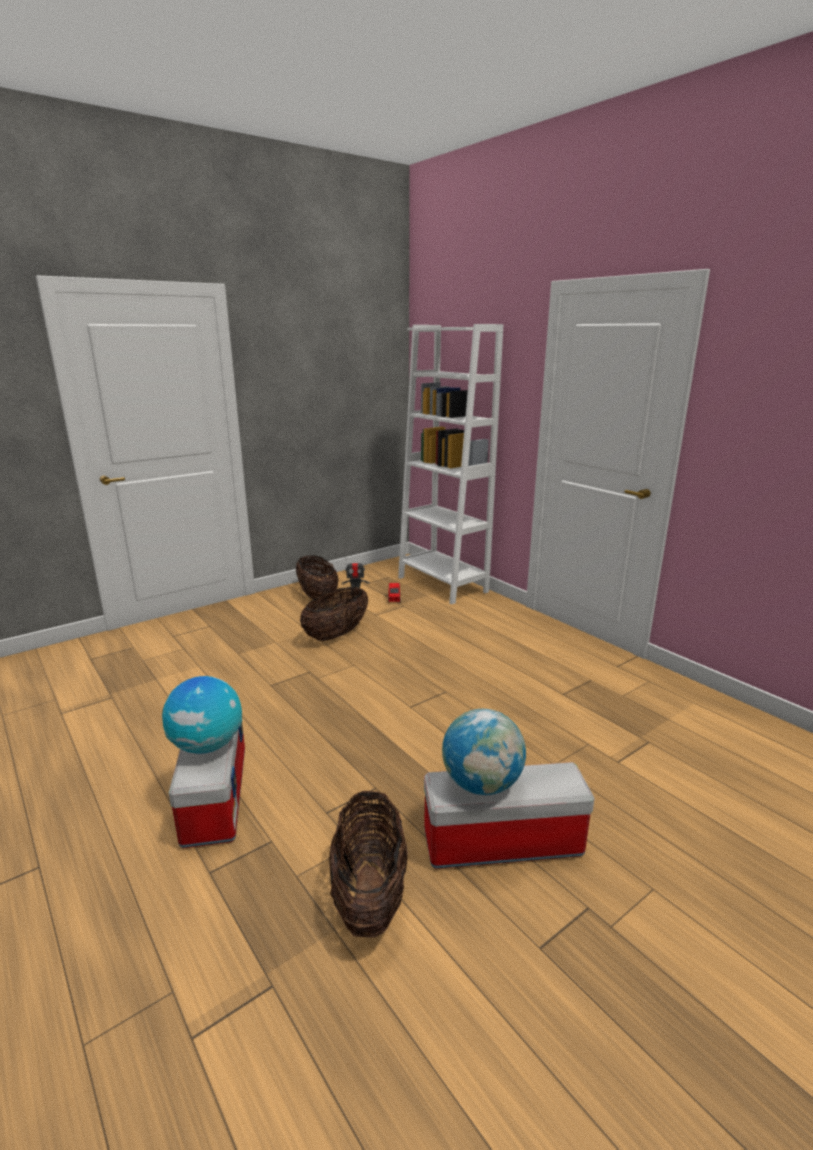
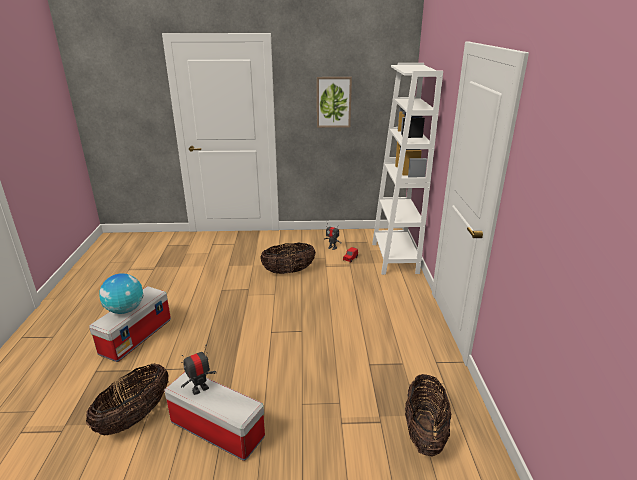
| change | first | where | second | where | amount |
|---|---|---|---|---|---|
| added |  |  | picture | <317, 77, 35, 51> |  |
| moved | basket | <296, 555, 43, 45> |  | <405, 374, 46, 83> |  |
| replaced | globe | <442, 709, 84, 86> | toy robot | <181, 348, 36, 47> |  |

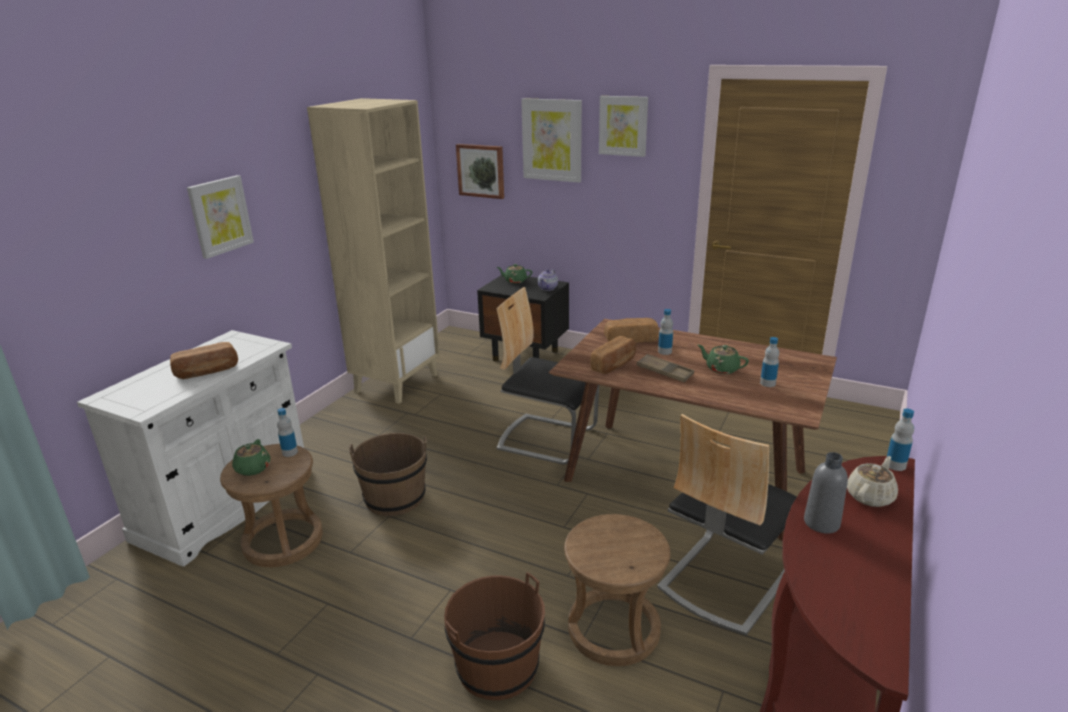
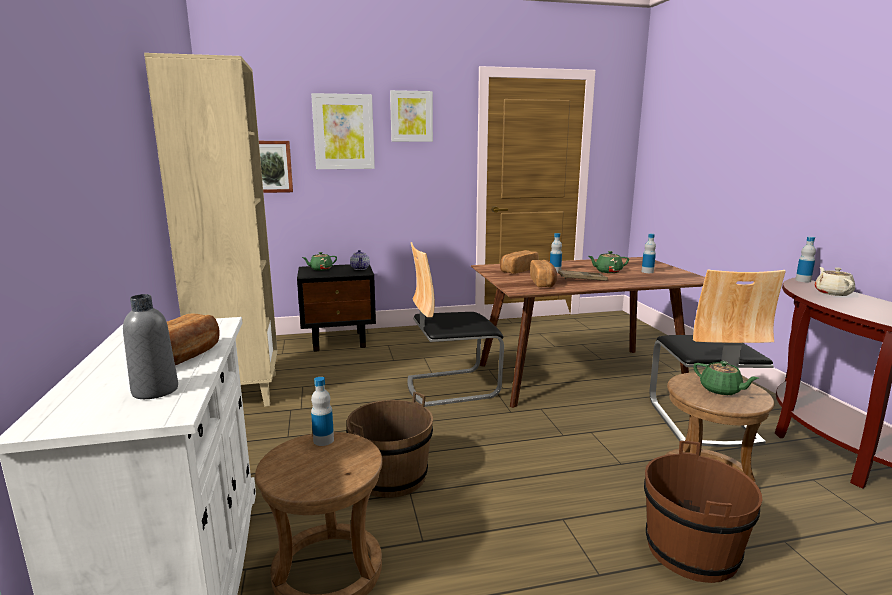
| change | first | where | second | where | amount |
|---|---|---|---|---|---|
| removed | picture | <187, 175, 67, 84> |  |  |  |
| moved | green teapot | <232, 439, 38, 37> |  | <693, 361, 66, 34> |  |
| moved | grey bottle | <804, 452, 44, 82> |  | <123, 294, 55, 105> |  |

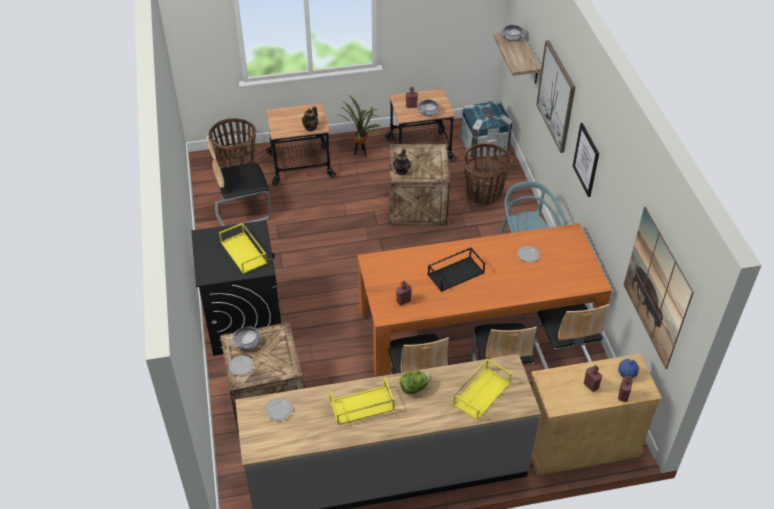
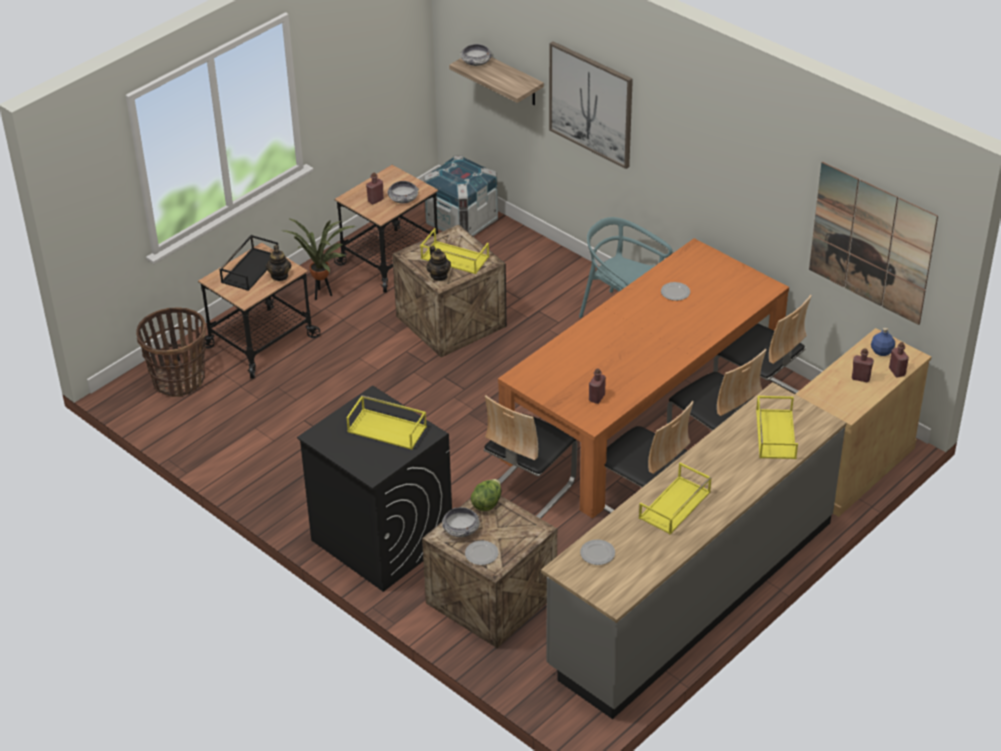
| change | first | where | second | where | amount |
|---|---|---|---|---|---|
| removed | basket | <463, 143, 48, 62> |  |  |  |
| removed | picture | <573, 123, 26, 74> |  |  |  |
| added |  |  | yellow tray | <420, 228, 69, 46> |  |
| moved | chair | <207, 135, 64, 91> |  | <484, 395, 94, 124> |  |
| moved | lettuce | <400, 371, 31, 23> |  | <471, 479, 30, 32> |  |
| moved | black tray | <428, 247, 57, 45> |  | <219, 235, 59, 56> |  |

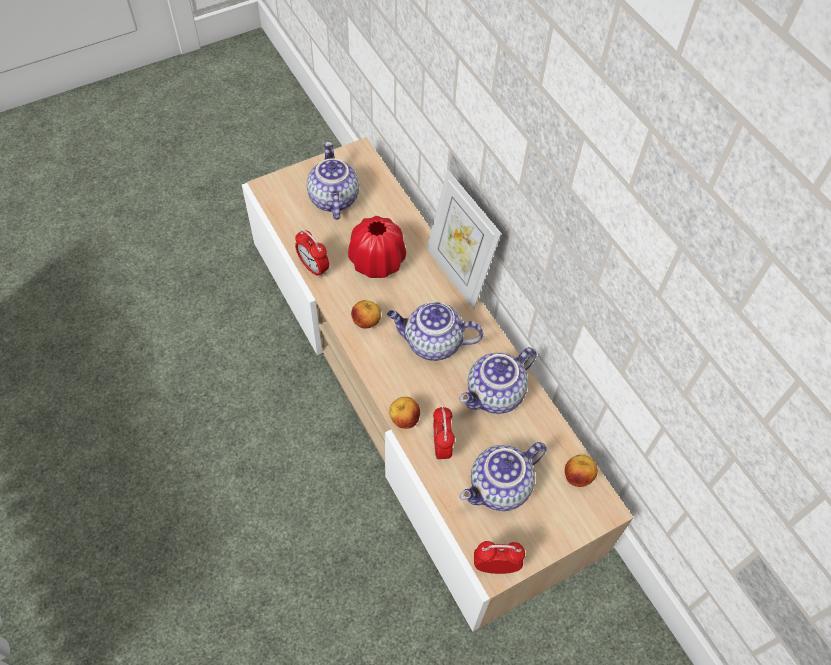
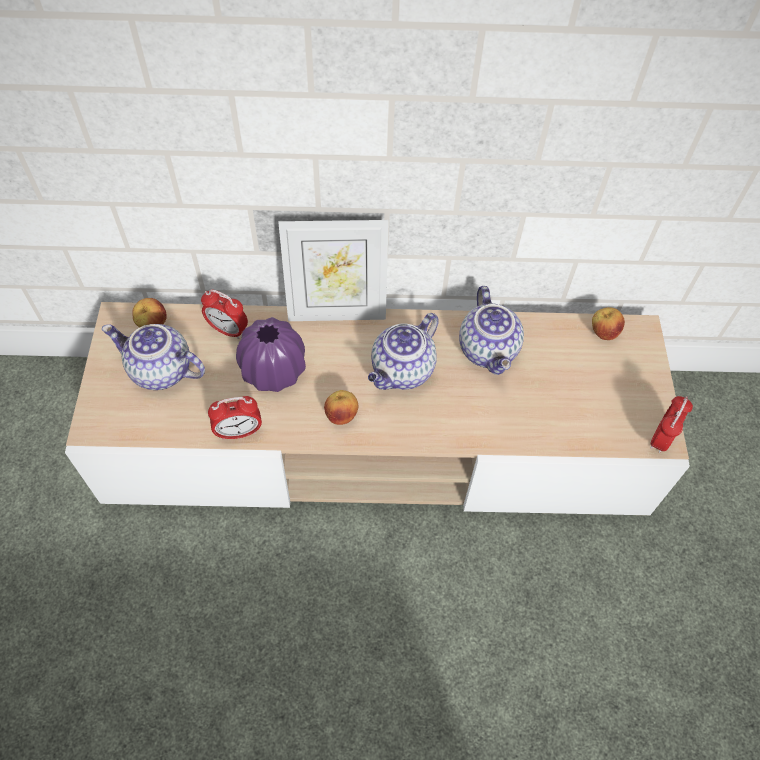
| change | first | where | second | where | amount |
|---|---|---|---|---|---|
| removed | teapot | <460, 442, 86, 69> |  |  |  |
| moved | apple | <389, 397, 31, 32> |  | <133, 298, 34, 30> |  |
| moved | alarm clock | <433, 407, 22, 53> |  | <201, 289, 47, 50> |  |
| recoloured | red vase | <348, 216, 58, 62> | purple vase | <236, 317, 70, 75> |  |

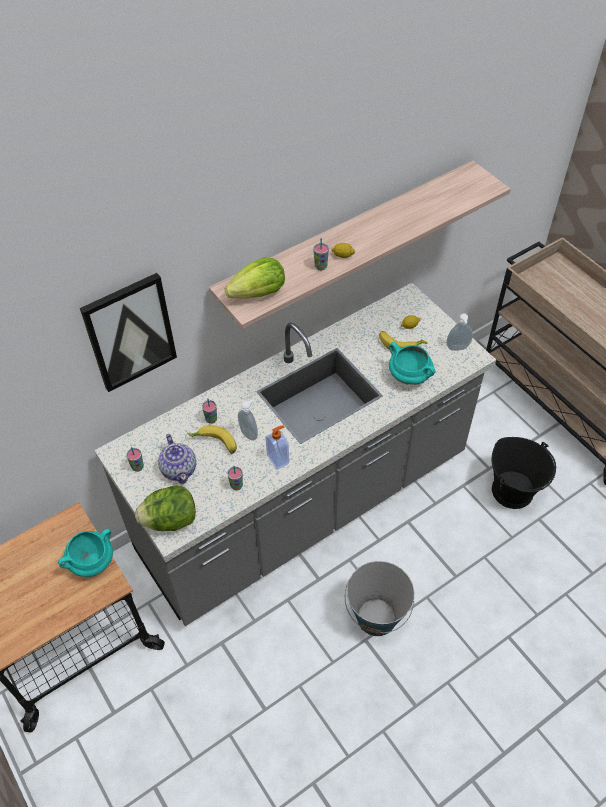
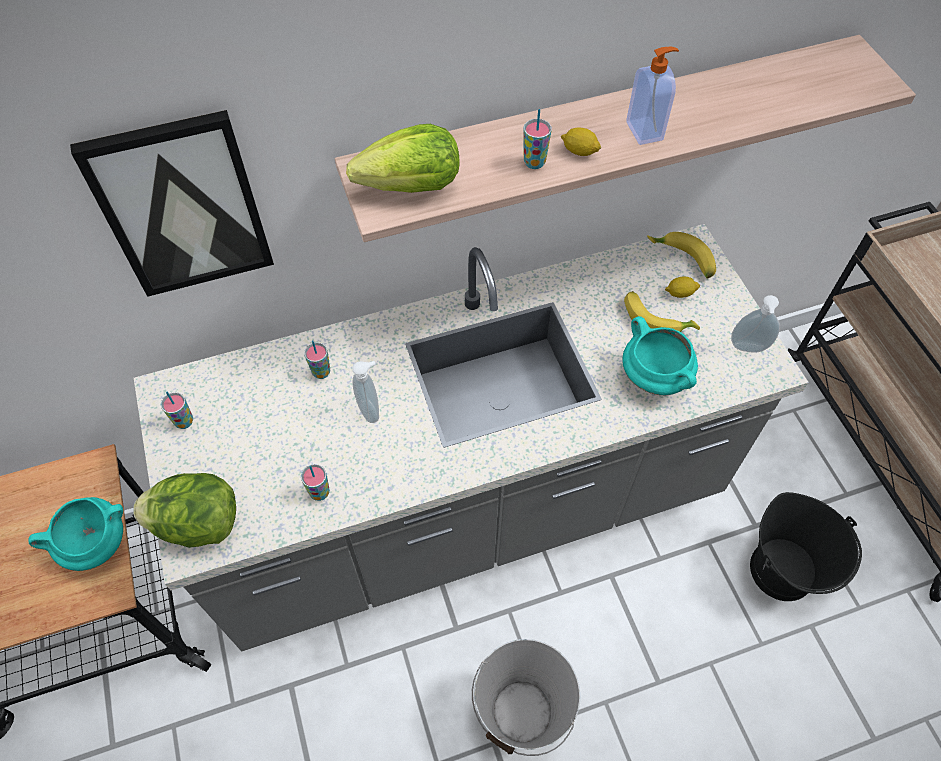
| change | first | where | second | where | amount |
|---|---|---|---|---|---|
| removed | teapot | <158, 434, 38, 50> |  |  |  |
| moved | banana | <186, 425, 51, 29> |  | <647, 232, 69, 46> |  |
| moved | soap dispenser | <265, 426, 24, 44> |  | <626, 47, 53, 98> |  |

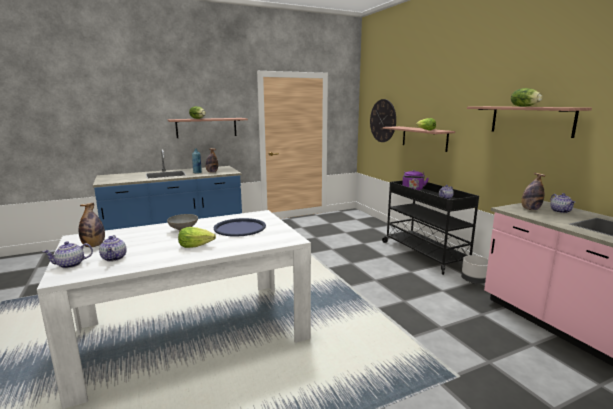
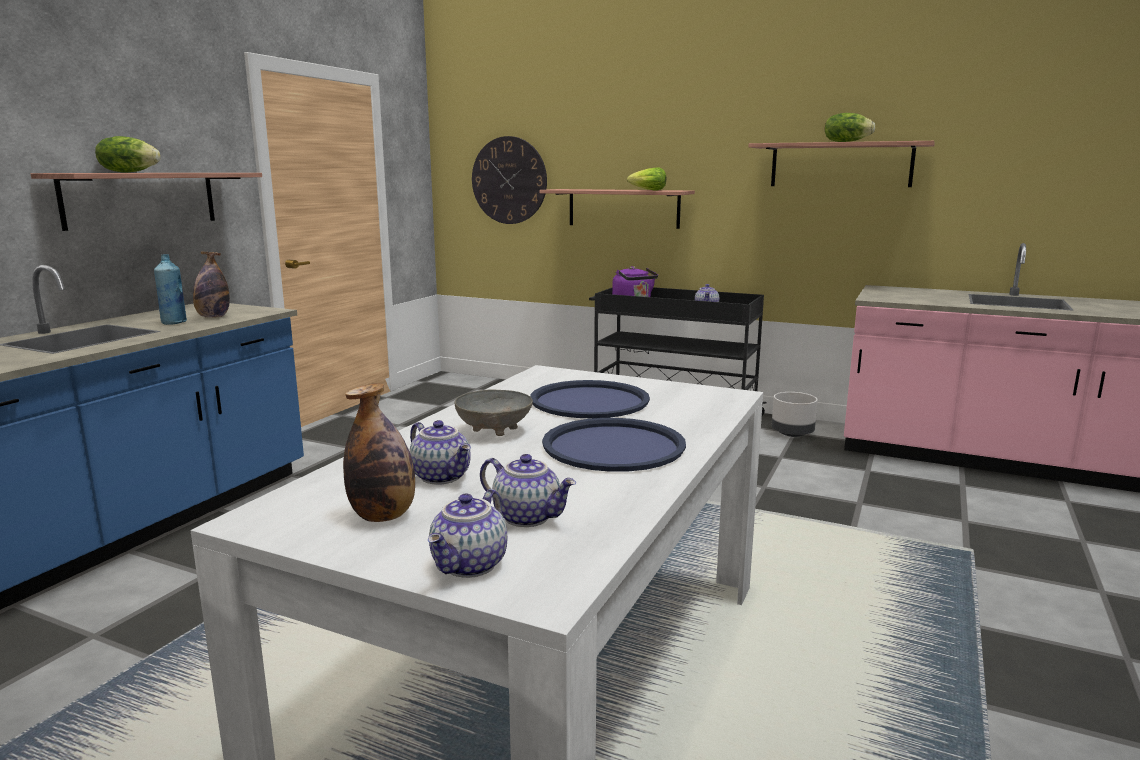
| change | first | where | second | where | amount |
|---|---|---|---|---|---|
| removed | bottle | <521, 173, 25, 37> |  |  |  |
| moved | teapot | <551, 193, 24, 20> |  | <409, 420, 62, 65> |  |
| replaced | lettuce | <178, 227, 38, 21> | blue tray | <542, 418, 144, 54> |  |

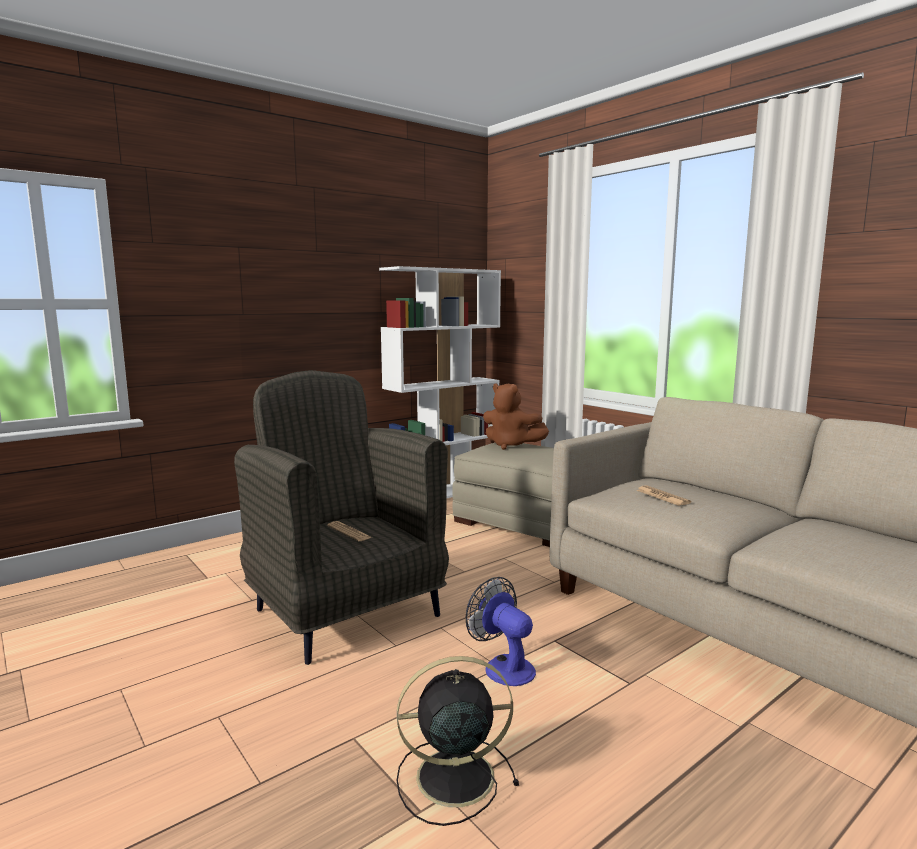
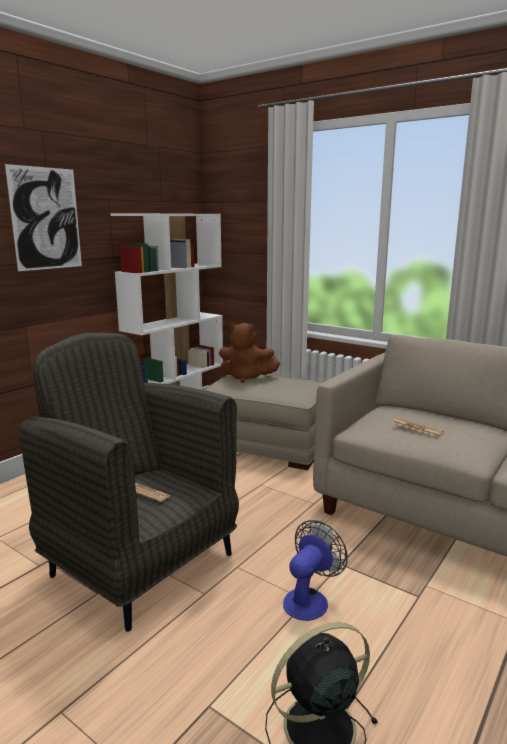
| change | first | where | second | where | amount |
|---|---|---|---|---|---|
| added |  |  | picture | <5, 164, 77, 107> |  |
| turned | fan | <465, 577, 71, 109> |  | <283, 520, 65, 101> | 90 degrees clockwise |

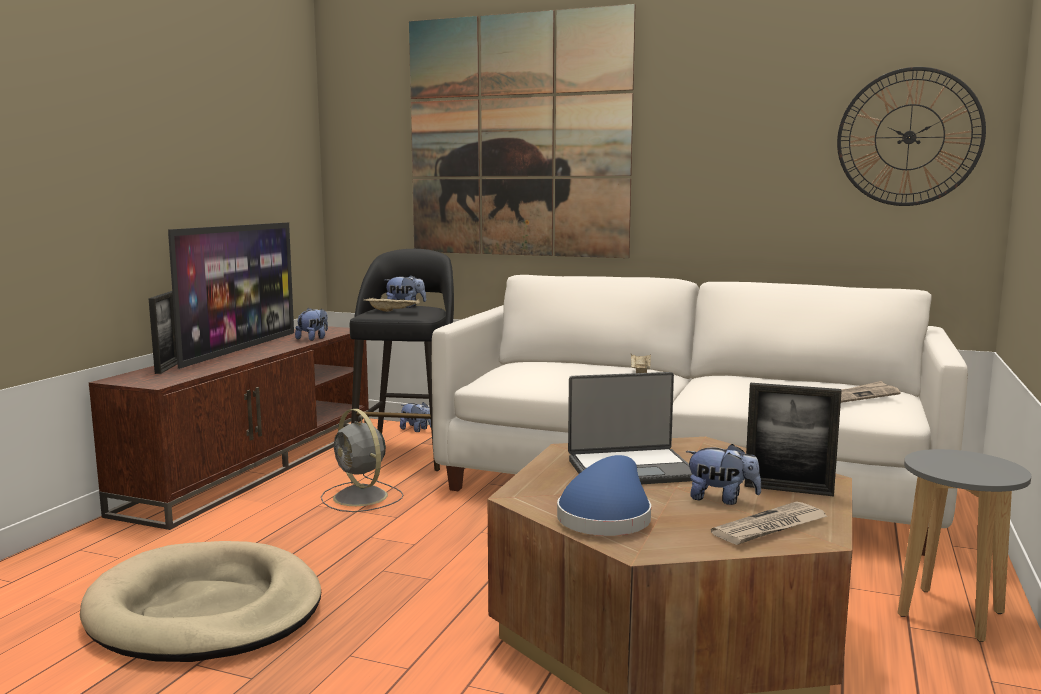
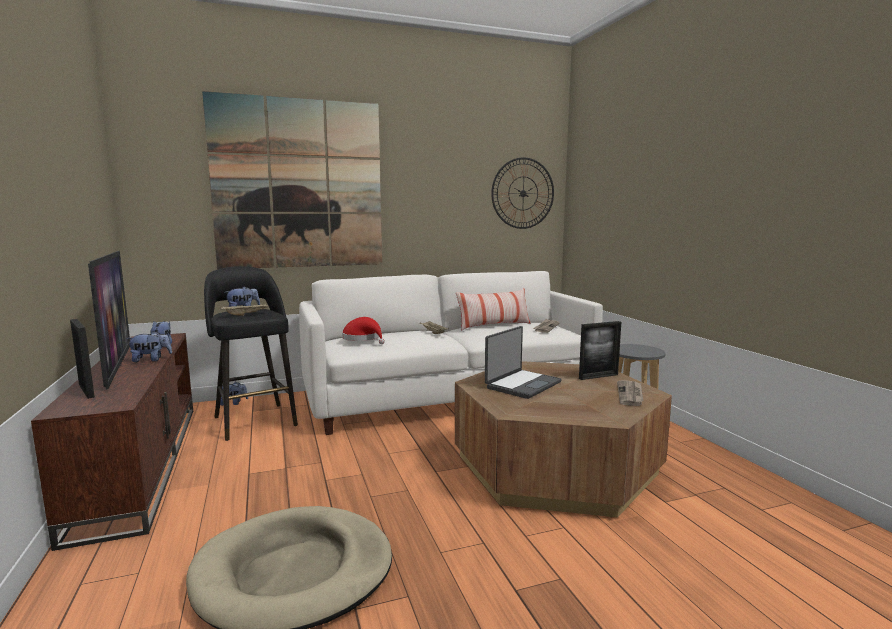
| change | first | where | second | where | amount |
|---|---|---|---|---|---|
| removed | grey fan | <321, 409, 82, 103> |  |  |  |
| removed | blue hat | <557, 455, 94, 81> |  |  |  |
| added |  |  | red hat | <342, 317, 43, 27> |  |
| added |  |  | pillow | <456, 288, 75, 42> |  |
| moved | plush toy | <686, 444, 75, 61> |  | <126, 331, 46, 31> |  |

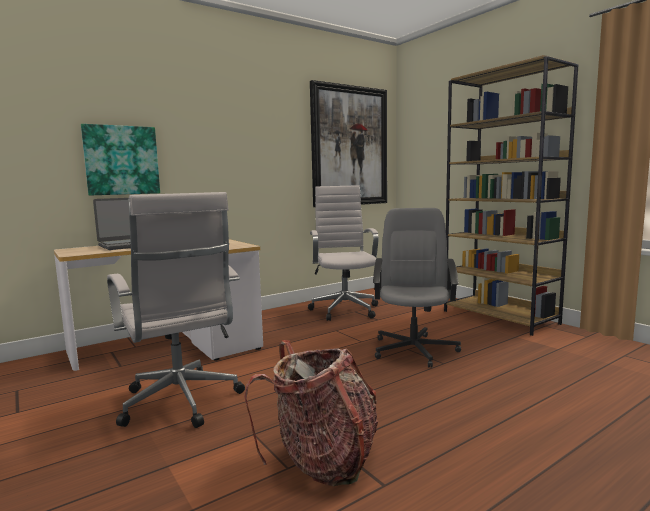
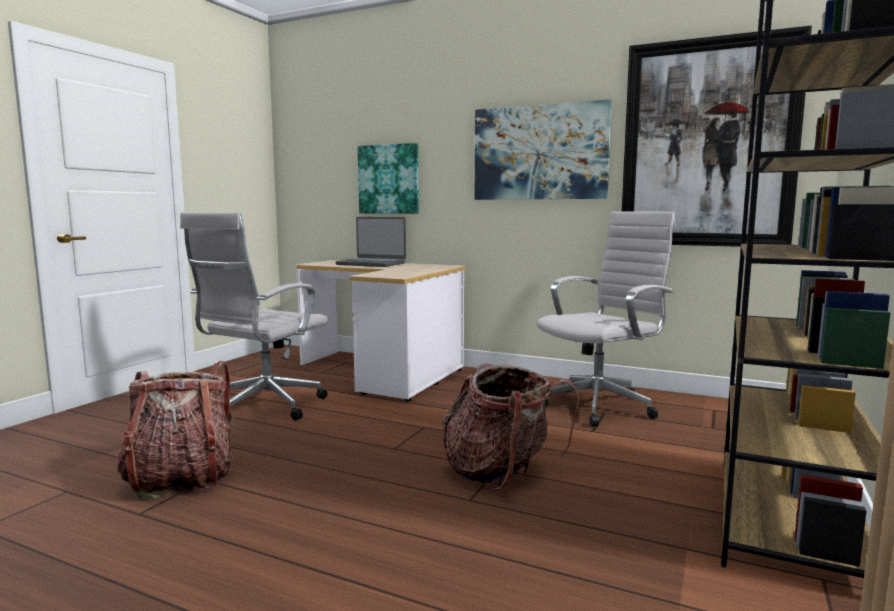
| change | first | where | second | where | amount |
|---|---|---|---|---|---|
| added |  |  | picture | <475, 99, 137, 101> |  |
| replaced | grey office chair | <373, 208, 88, 160> | backpack | <443, 364, 136, 127> |  |

